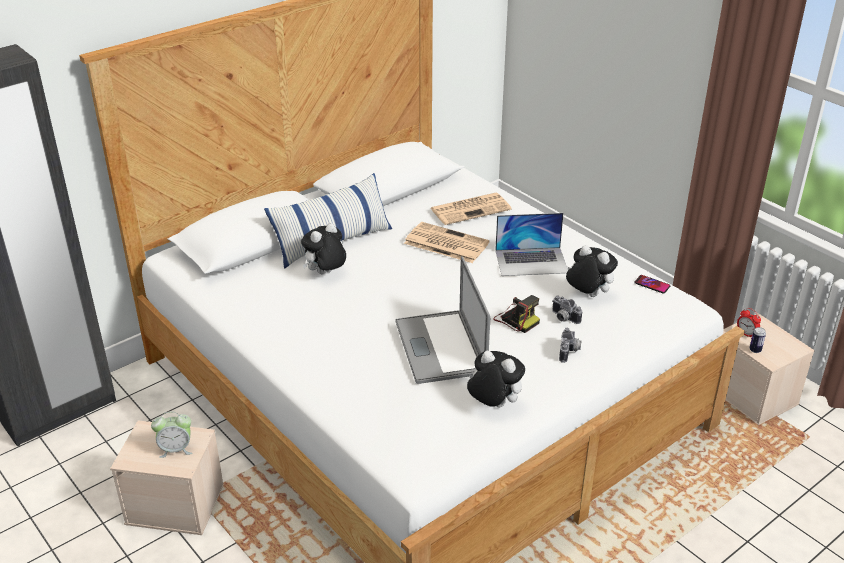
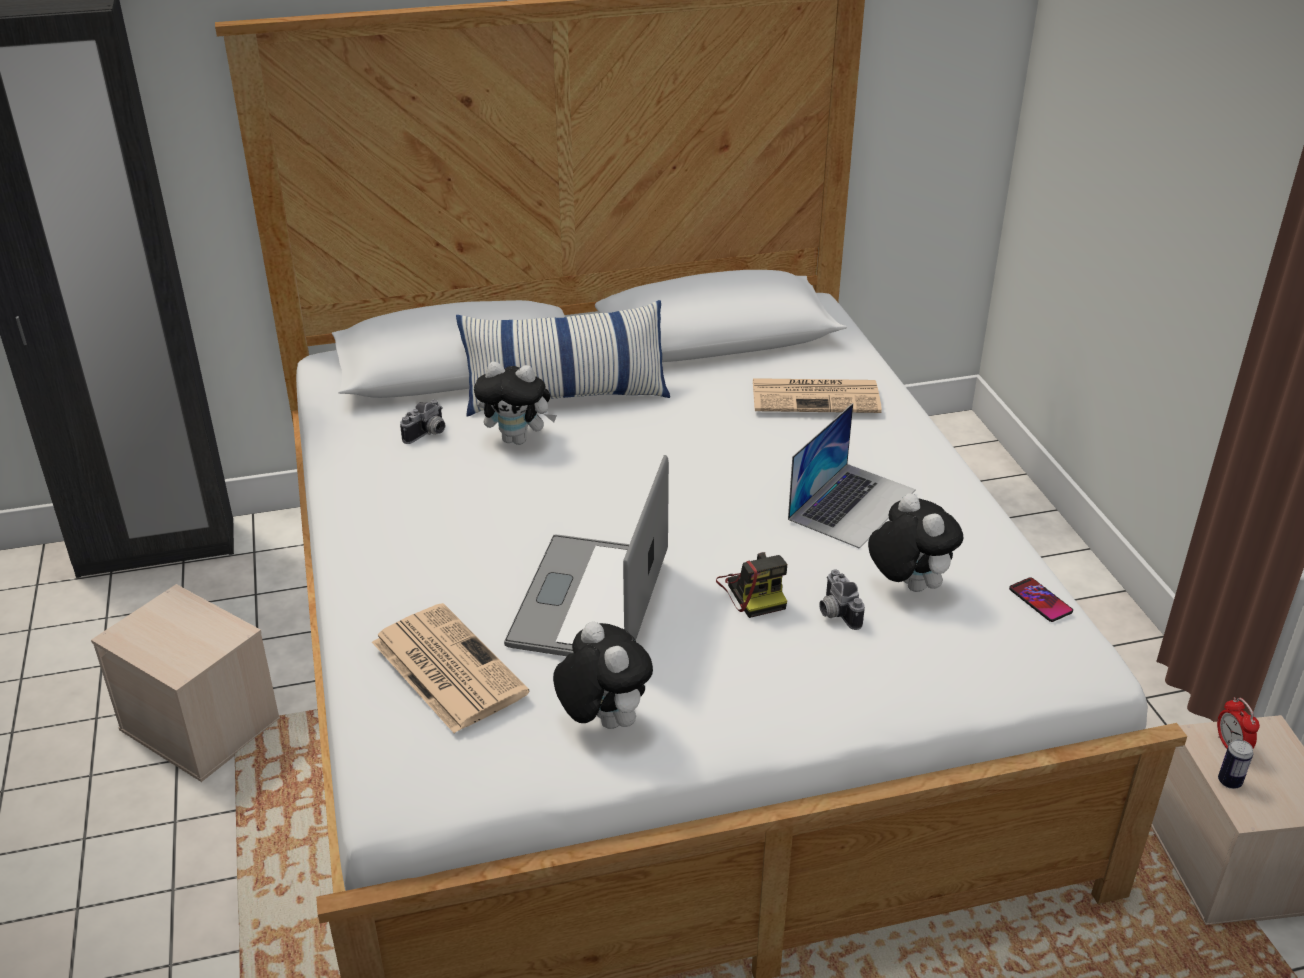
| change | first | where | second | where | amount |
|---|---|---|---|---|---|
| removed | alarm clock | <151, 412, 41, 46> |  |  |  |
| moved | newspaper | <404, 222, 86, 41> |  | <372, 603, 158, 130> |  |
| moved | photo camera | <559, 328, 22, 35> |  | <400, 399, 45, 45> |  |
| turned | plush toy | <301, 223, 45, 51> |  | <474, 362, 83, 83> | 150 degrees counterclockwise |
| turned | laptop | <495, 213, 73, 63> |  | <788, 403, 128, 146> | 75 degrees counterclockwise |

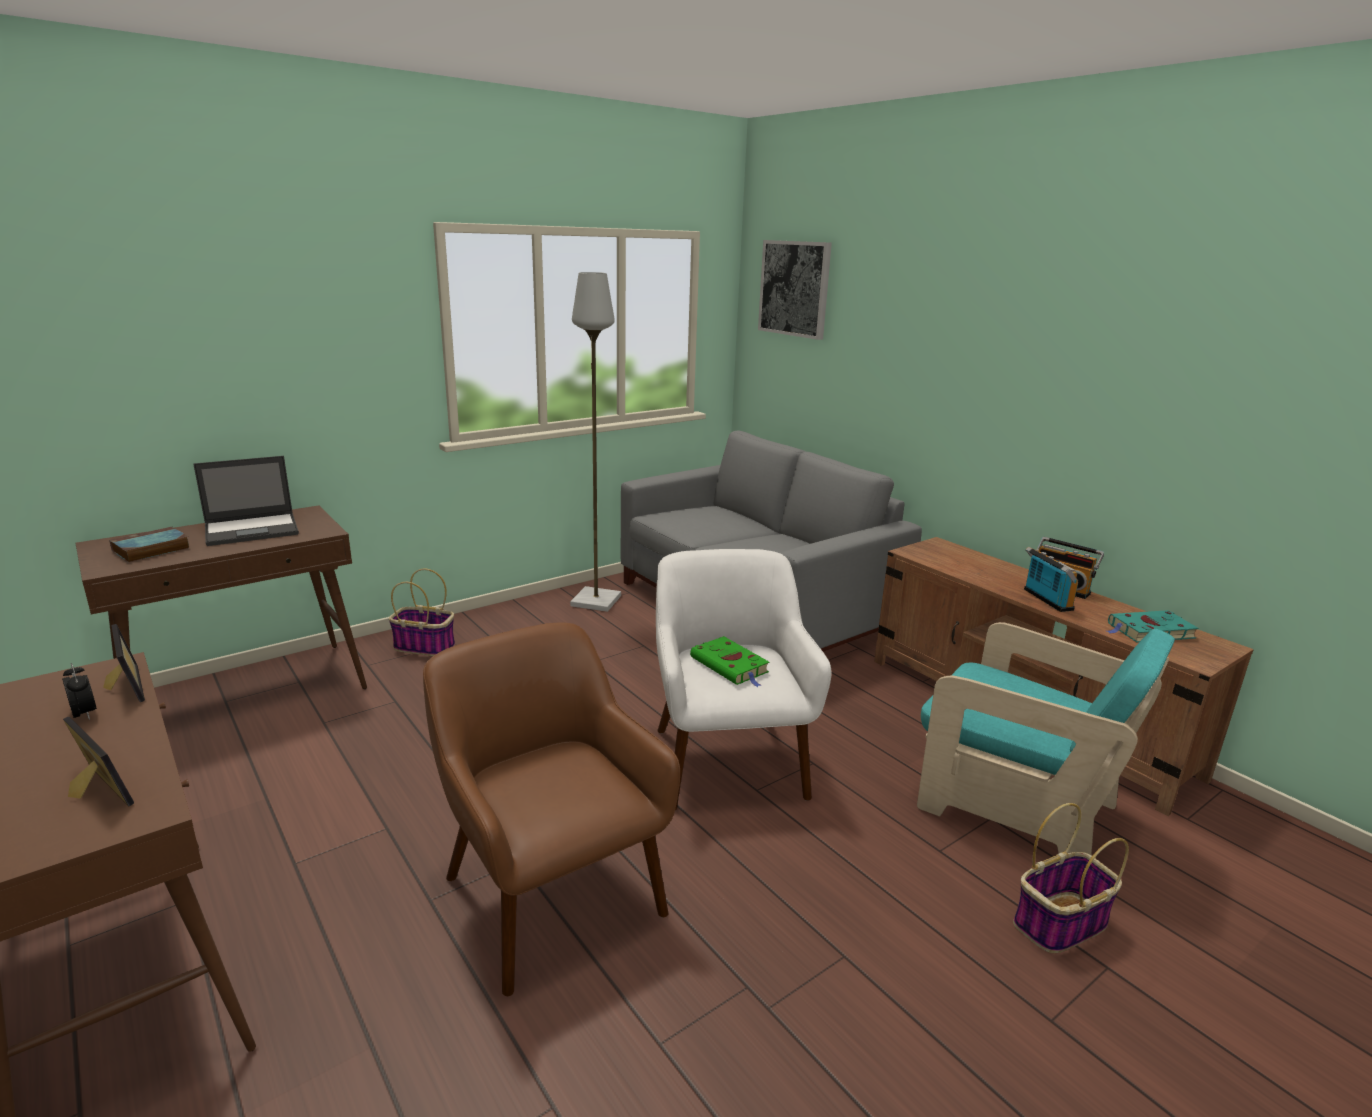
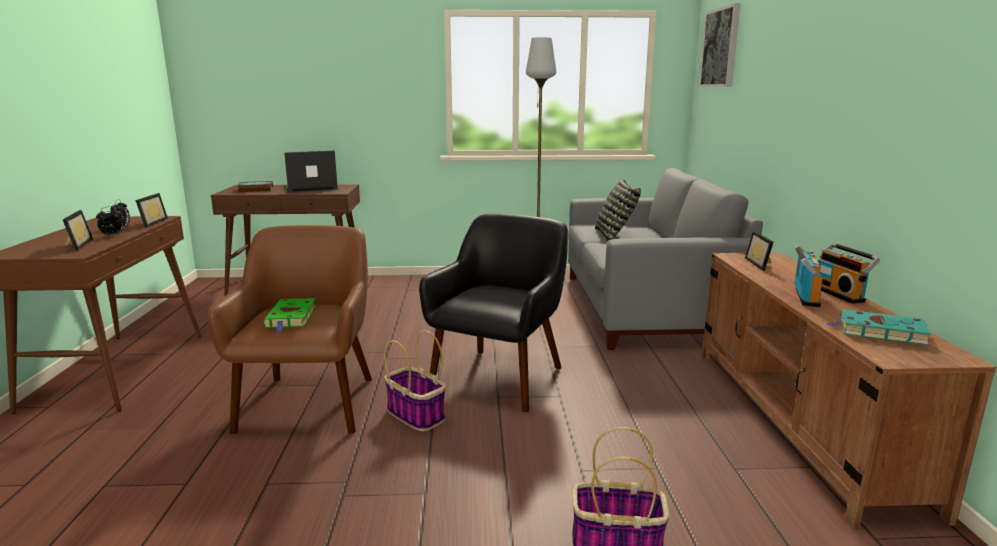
| change | first | where | second | where | amount |
|---|---|---|---|---|---|
| removed | turquoise armchair | <917, 622, 258, 233> |  |  |  |
| added |  |  | alarm clock | <96, 207, 27, 30> |  |
| added |  |  | pillow | <595, 180, 46, 62> |  |
| added |  |  | picture frame | <745, 231, 28, 40> |  |
| moved | basket | <389, 568, 66, 88> |  | <384, 330, 62, 102> |  |
| moved | green book | <690, 636, 79, 51> |  | <263, 298, 53, 35> |  |
| recoloured | white armchair | <656, 549, 176, 261> | black armchair | <419, 214, 149, 199> |  |
| turned | laptop | <193, 456, 106, 90> |  | <284, 150, 54, 43> | 150 degrees clockwise |

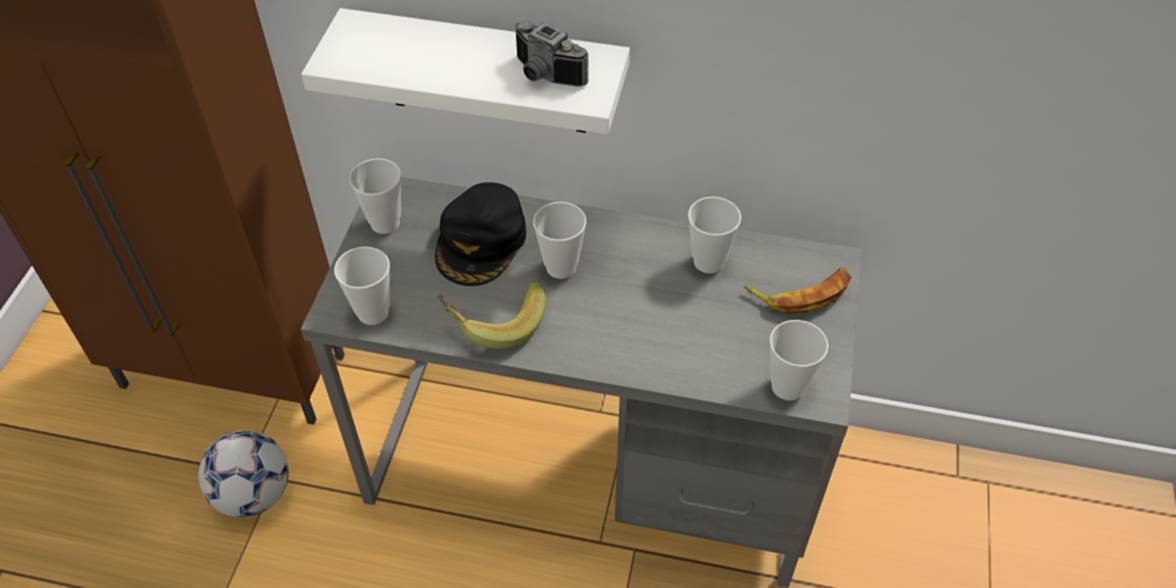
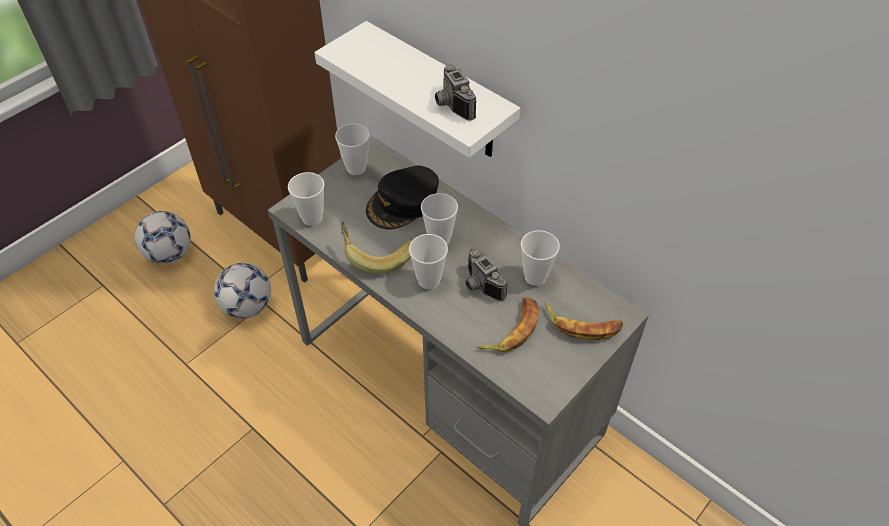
| change | first | where | second | where | amount |
|---|---|---|---|---|---|
| added |  |  | football | <135, 211, 56, 53> |  |
| added |  |  | photo camera | <466, 249, 41, 52> |  |
| added |  |  | banana | <477, 297, 62, 55> |  |
| moved | cup | <769, 320, 59, 80> |  | <409, 234, 39, 55> |  |

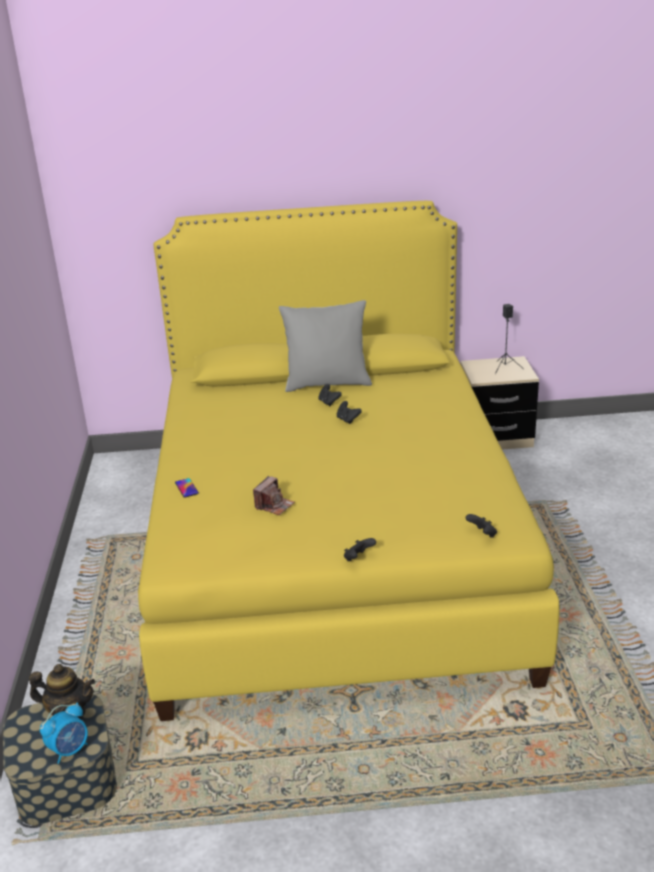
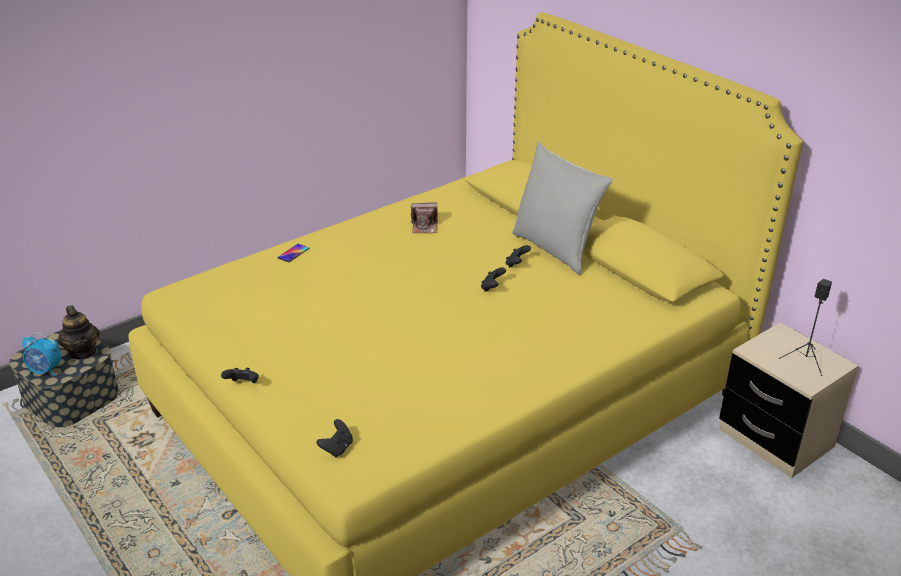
| change | first | where | second | where | amount |
|---|---|---|---|---|---|
| moved | photo camera | <253, 476, 42, 39> |  | <411, 202, 27, 31> |  |

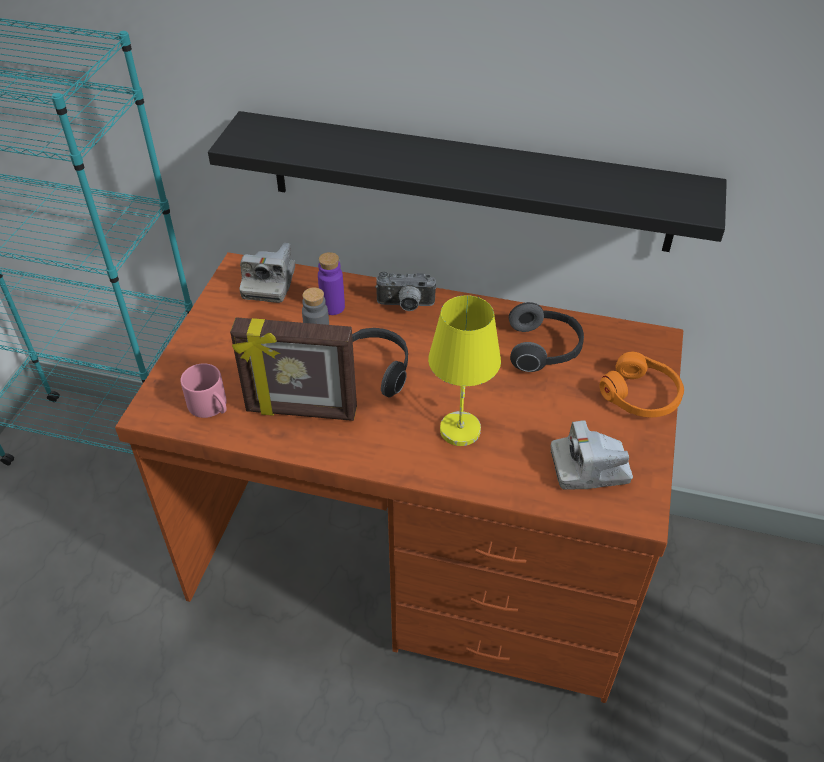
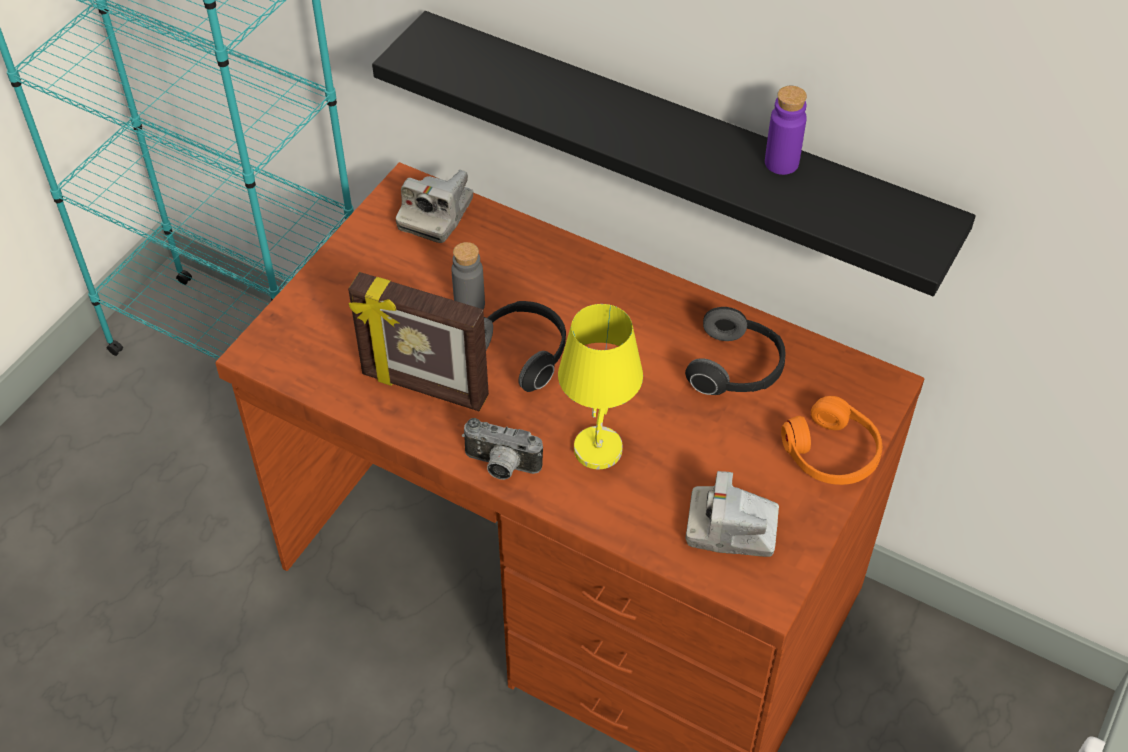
| change | first | where | second | where | amount |
|---|---|---|---|---|---|
| removed | pink mug | <180, 363, 47, 55> |  |  |  |
| moved | purple bottle | <318, 252, 27, 63> |  | <765, 86, 42, 89> |  |
| moved | photo camera | <375, 271, 61, 40> |  | <462, 418, 81, 62> |  |

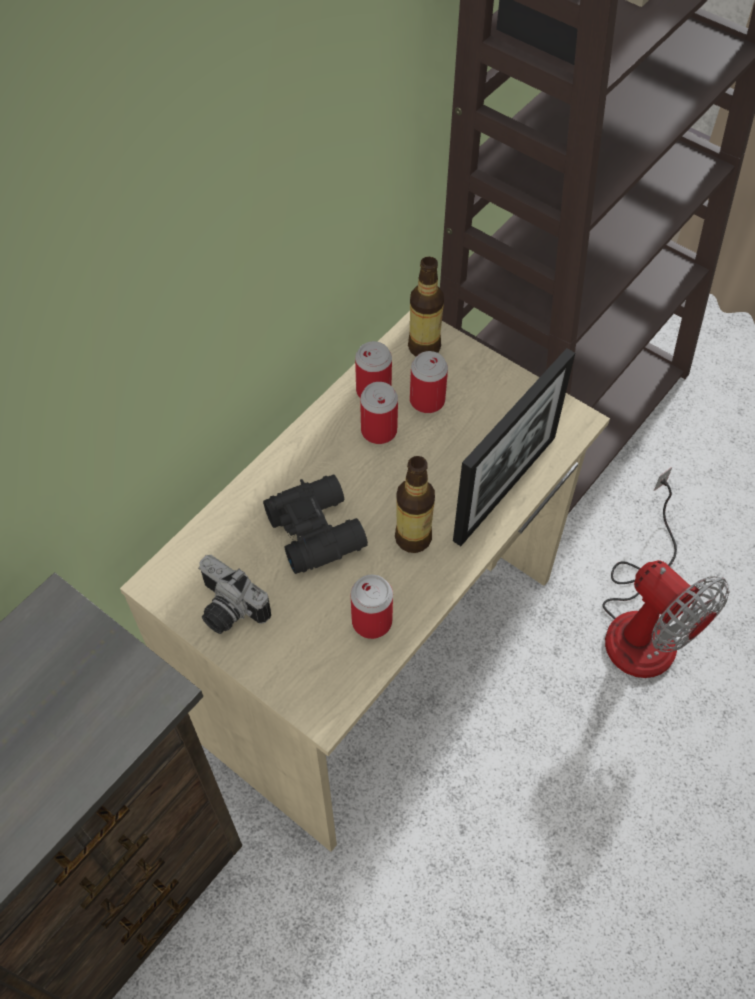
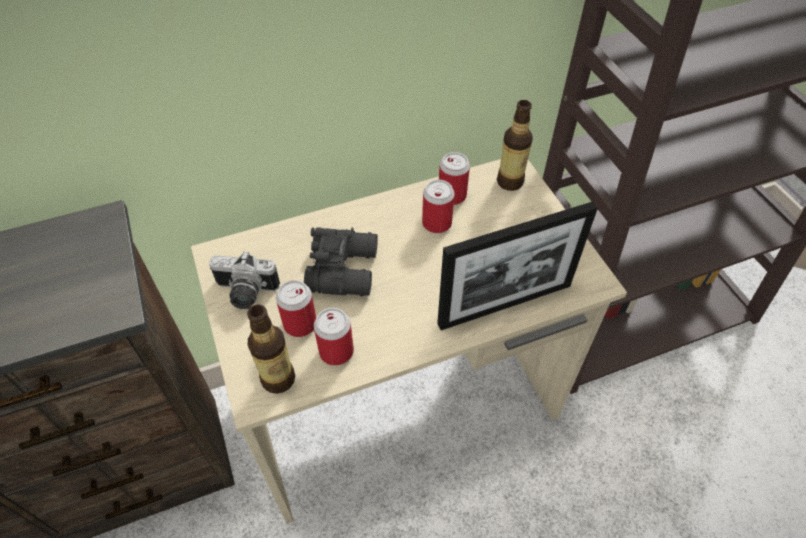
| change | first | where | second | where | amount |
|---|---|---|---|---|---|
| removed | fan | <603, 467, 126, 211> |  |  |  |
| moved | bottle | <395, 456, 40, 97> |  | <247, 304, 48, 90> |  |
| moved | can | <410, 351, 38, 62> |  | <276, 280, 40, 57> |  |
| turned | photo camera | <198, 555, 73, 79> |  | <209, 251, 71, 58> | 60 degrees counterclockwise |

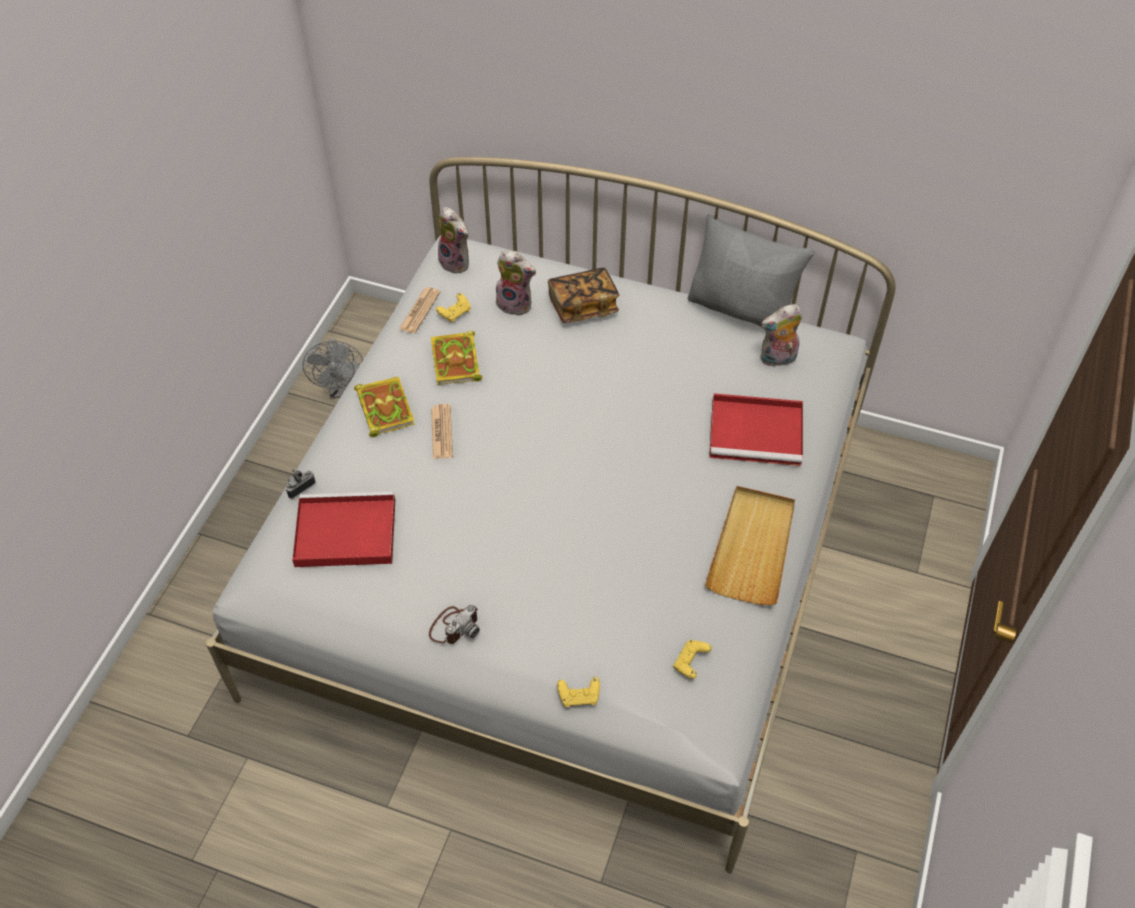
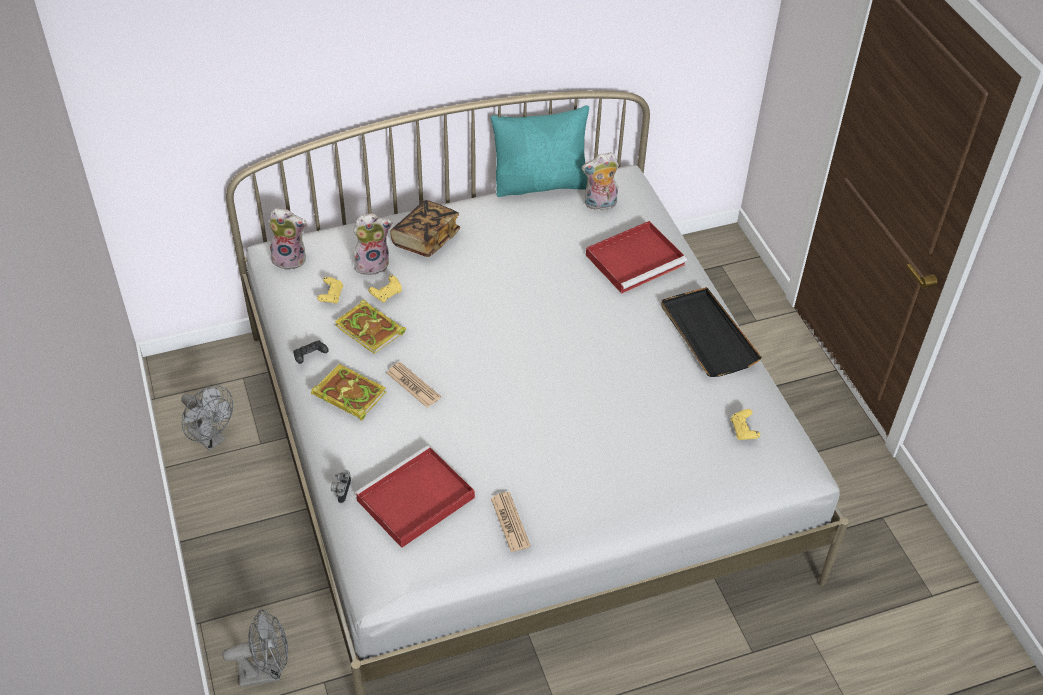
| change | first | where | second | where | amount |
|---|---|---|---|---|---|
| removed | photo camera | <429, 605, 51, 39> |  |  |  |
| added |  |  | grey fan | <222, 609, 66, 78> |  |
| added |  |  | black game controller | <293, 341, 36, 23> |  |
| moved | newspaper | <399, 287, 41, 46> |  | <491, 492, 40, 60> |  |
| moved | yellow game controller | <557, 677, 43, 30> |  | <368, 275, 34, 28> |  |
| recoloured | grey pillow | <687, 214, 128, 113> | turquoise pillow | <491, 105, 98, 92> |  |
| recoloured | beige tray | <705, 486, 90, 119> | black tray | <661, 287, 101, 90> |  |
| turned | plush toy | <760, 304, 42, 63> |  | <582, 152, 37, 58> | 45 degrees clockwise |

